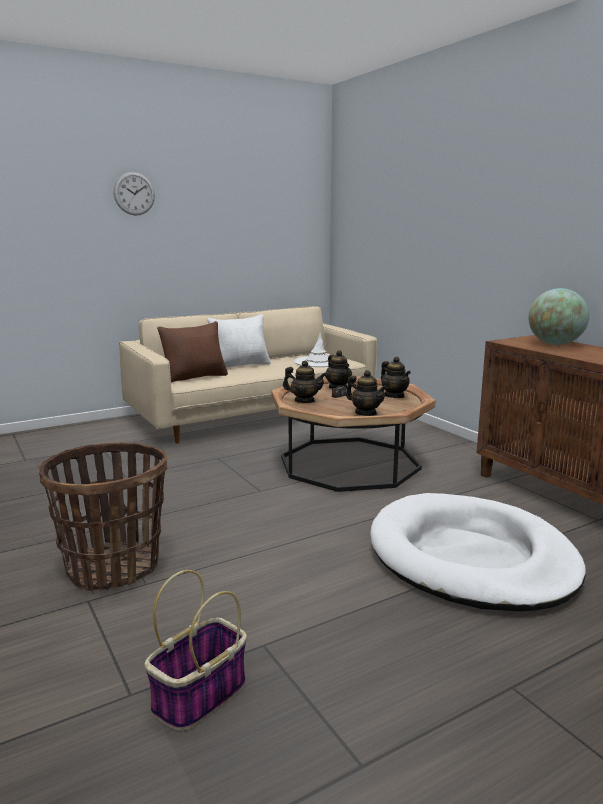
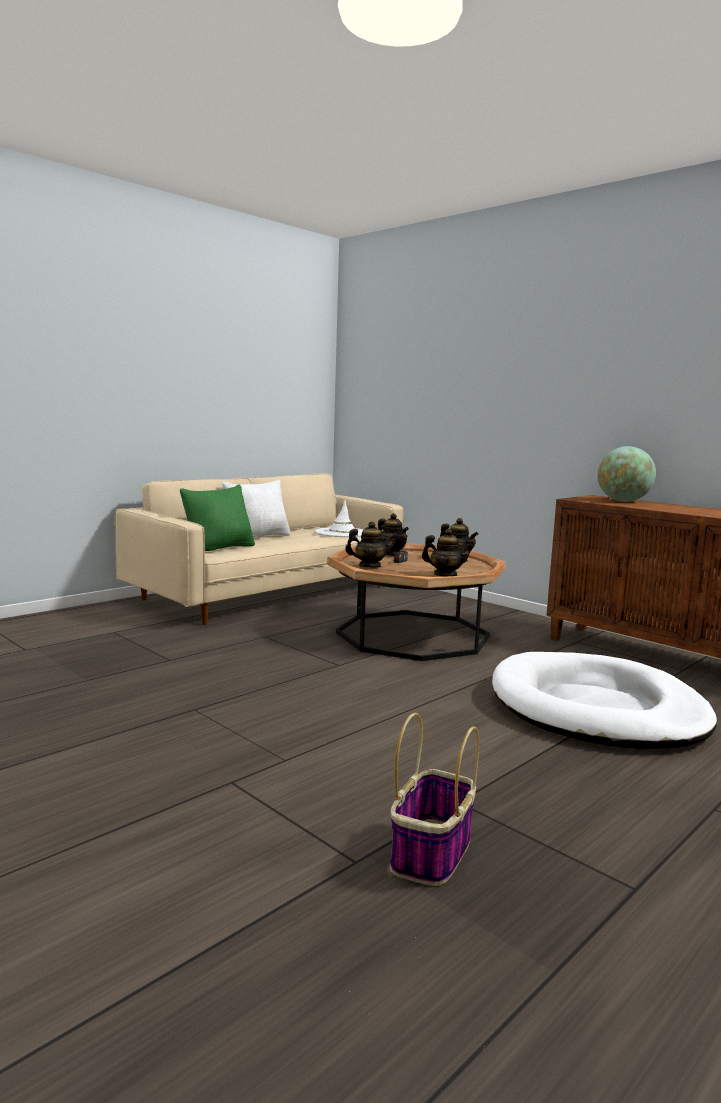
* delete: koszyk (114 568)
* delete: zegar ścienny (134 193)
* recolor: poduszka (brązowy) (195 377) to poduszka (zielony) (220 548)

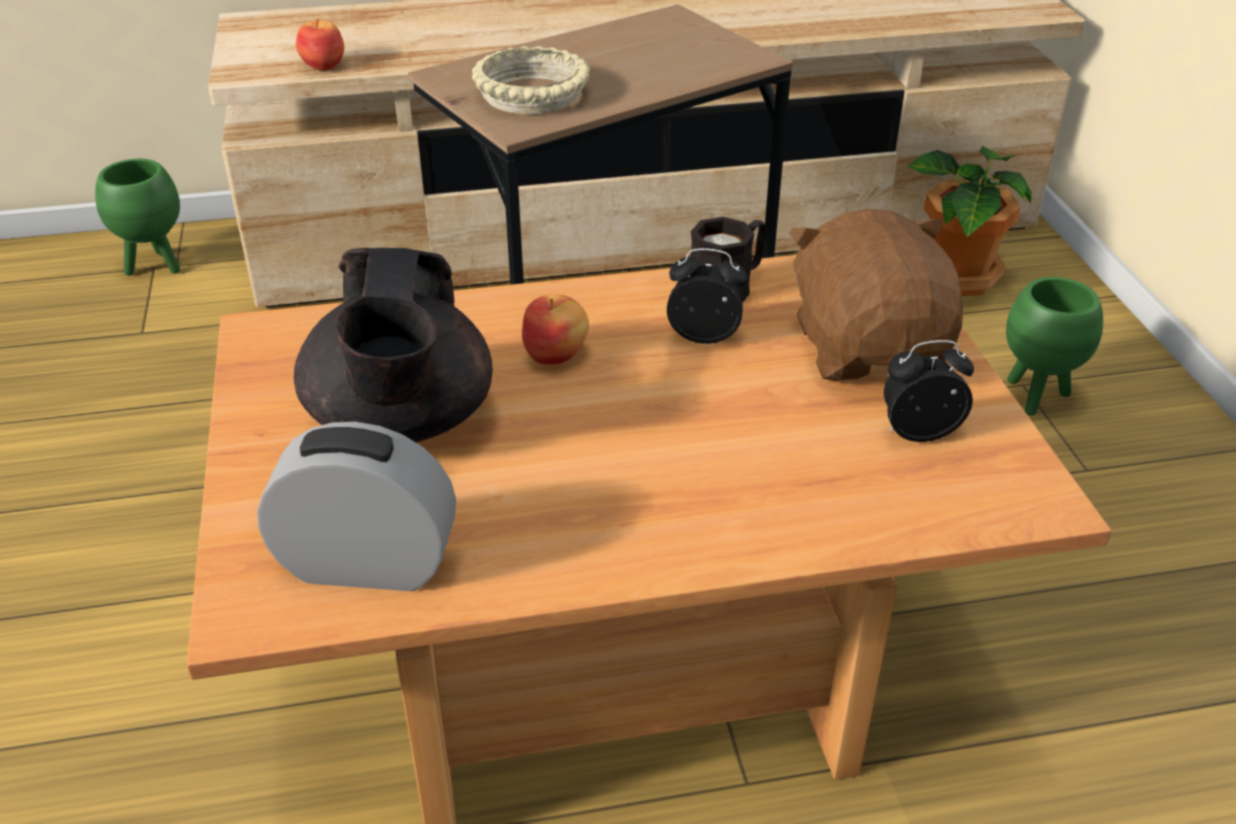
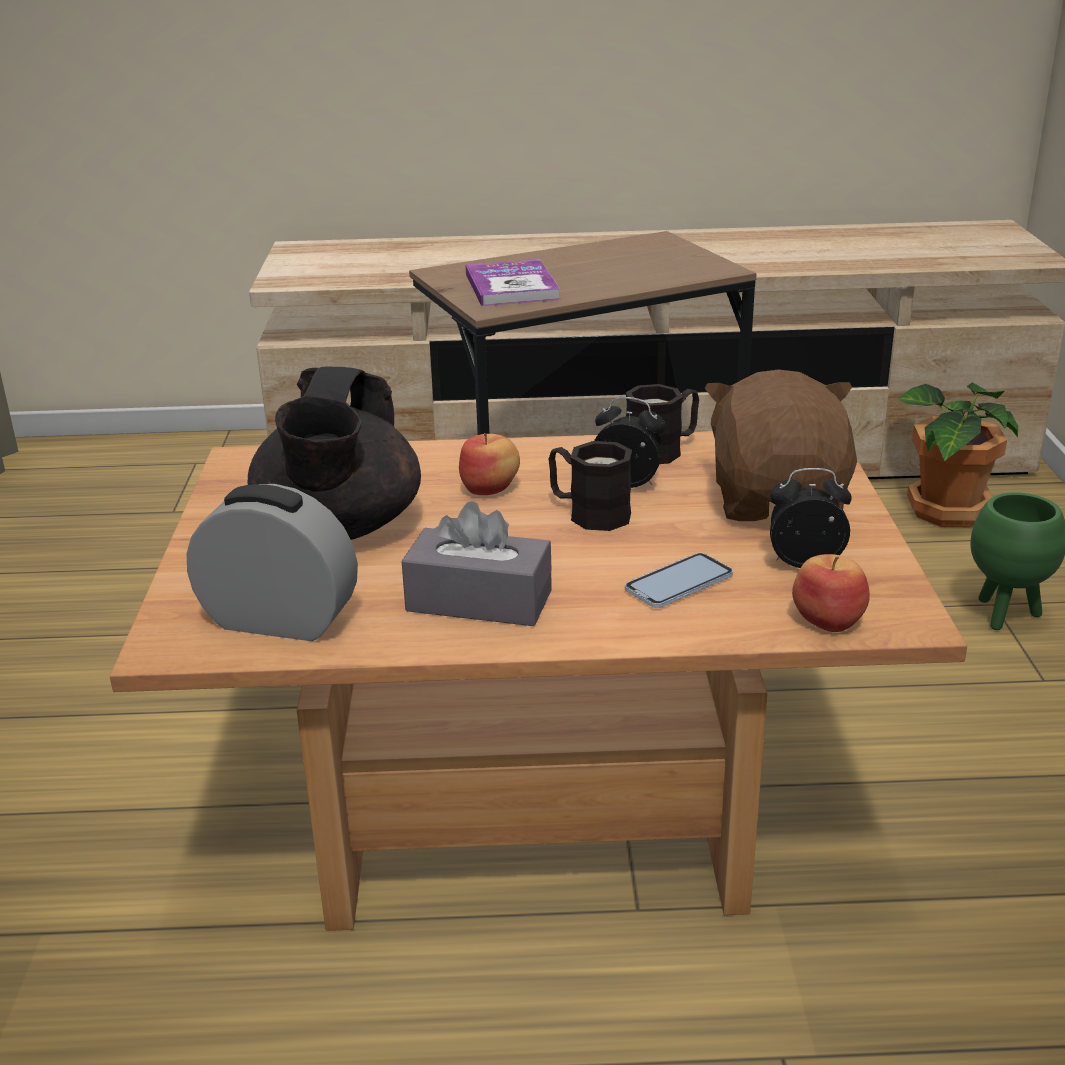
* delete: donica (zielony) (155 267)
* move: jabłko (324 65) to (828 619)
* replace: miska (beżowy) (532 93) to książka (511 286)
* insert: pudełko chusteczek (szary) (479 601)
* insert: kubek (czarny) (588 513)
* insert: telefon (679 583)

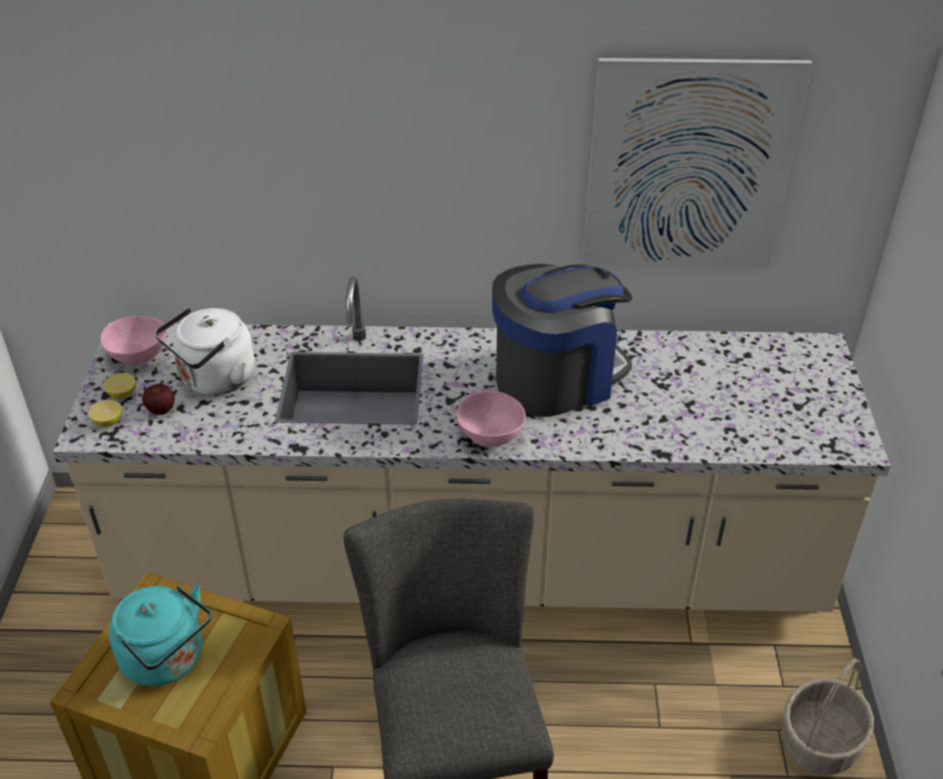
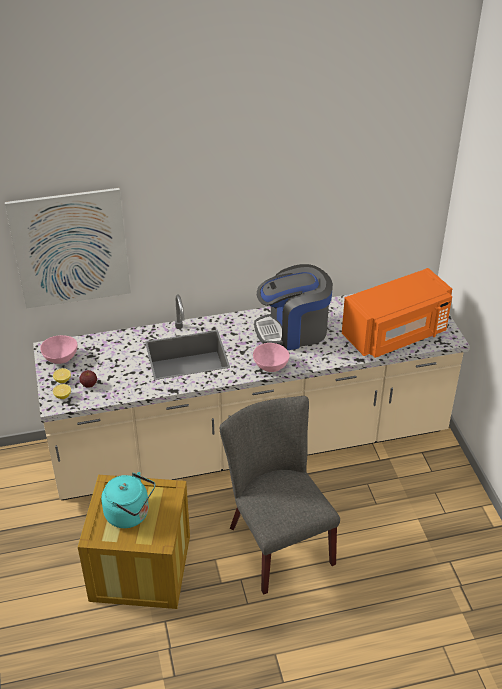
* delete: czajnik (biały) (214 380)
* rotate: ekspres do kawy (557 378) = (293 330) 150 degrees counterclockwise
* move: obraz (688 167) to (71 249)
* delete: koszyk (819 744)
* insert: mikrofalówka (pomarańczowy) (396 334)

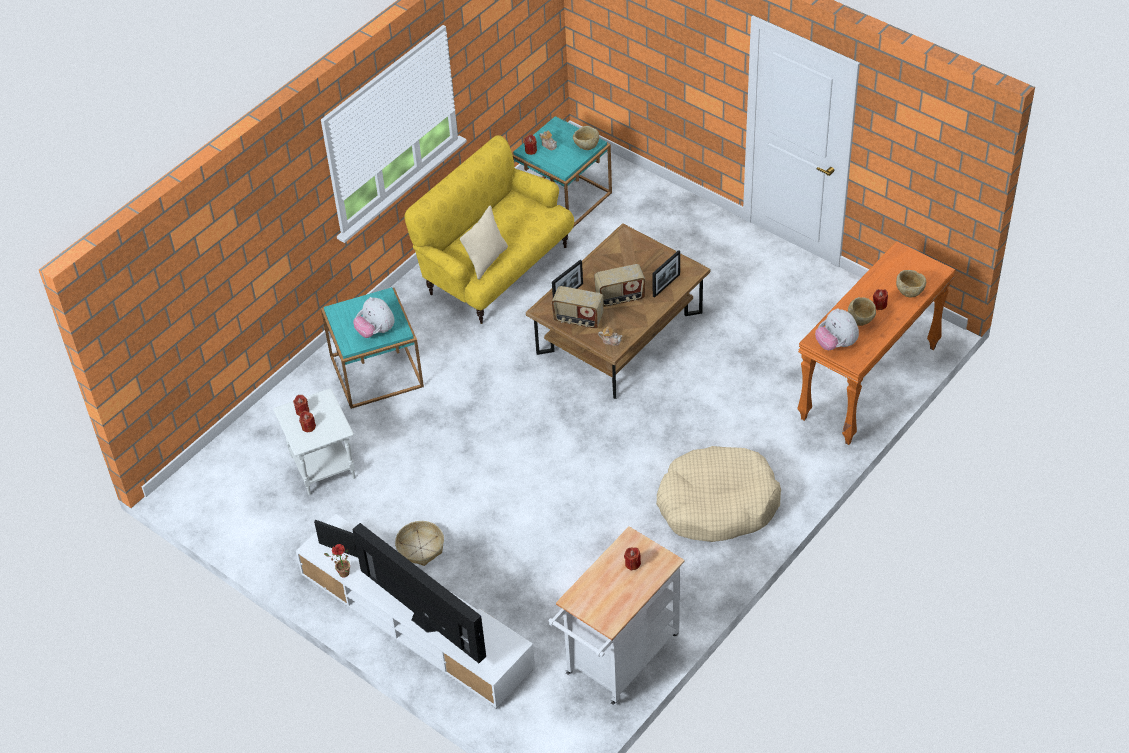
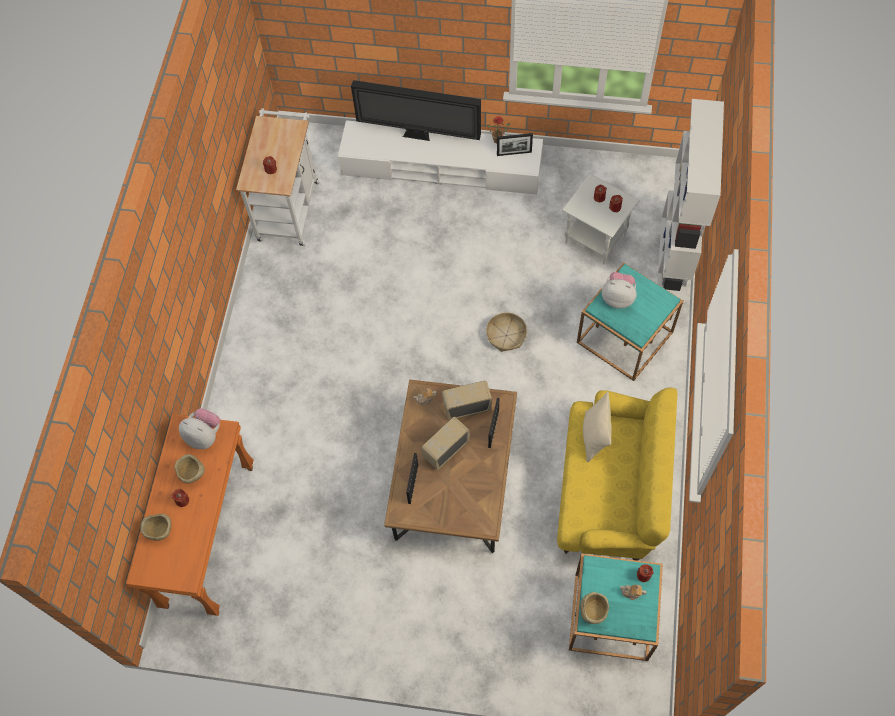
* move: koszyk (420 548) to (506 335)
* delete: legowisko (beżowy) (717 504)
* insert: regał (biały) (673 259)

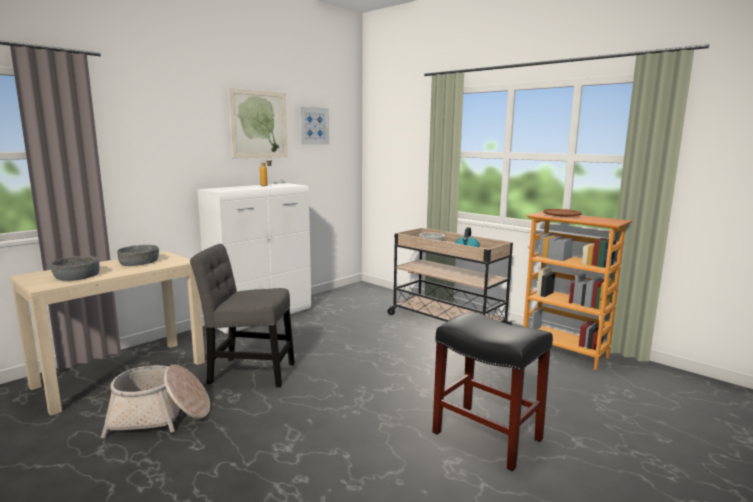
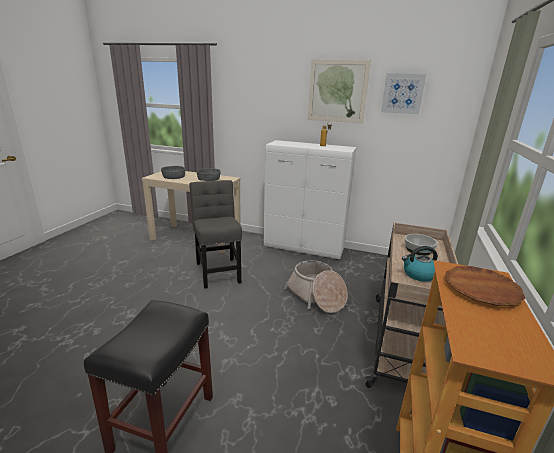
* move: koszyk (160 416) to (316 296)

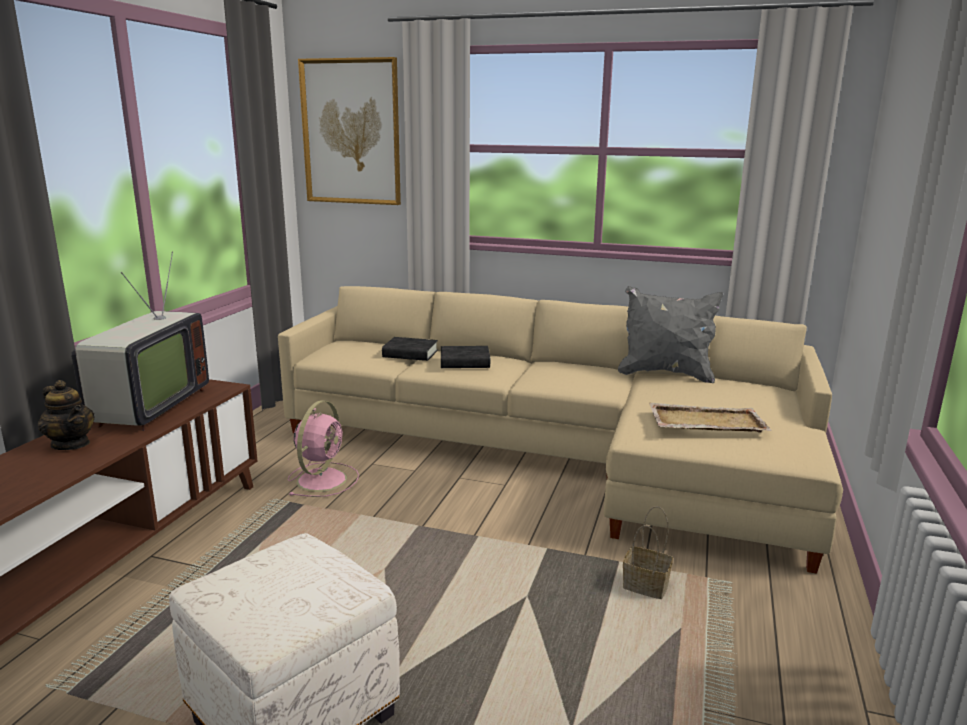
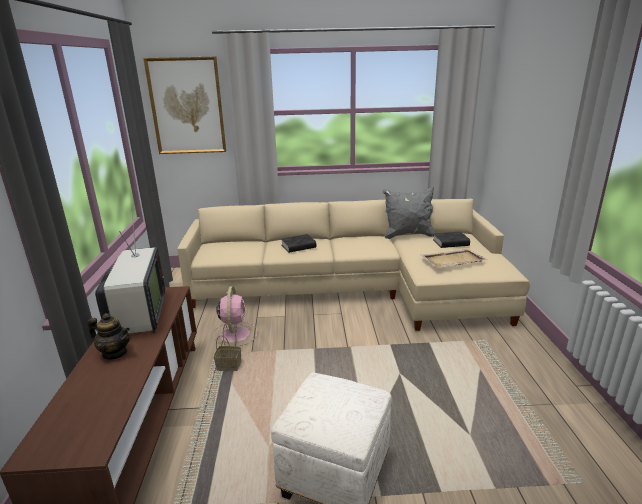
* move: książka (czarny) (410 354) to (450 243)
* move: koszyk (647 586) to (230 365)

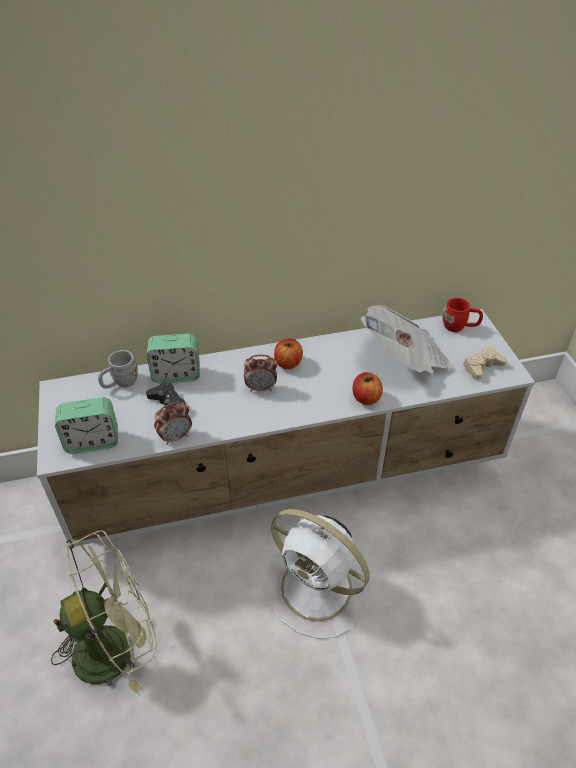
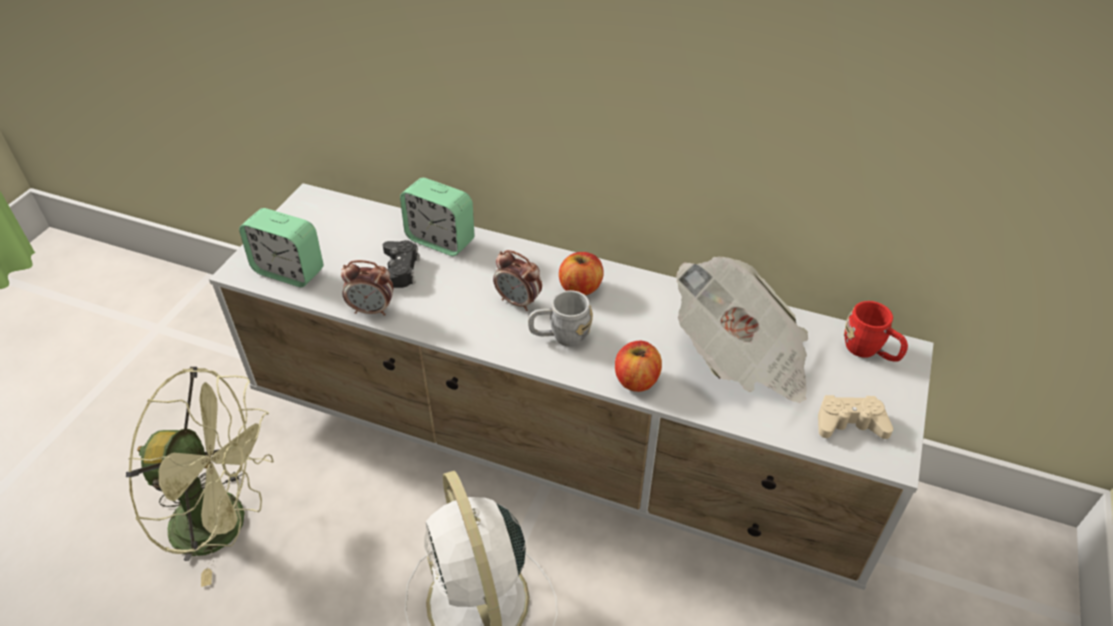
* move: kubek (szary) (120 383) to (560 336)

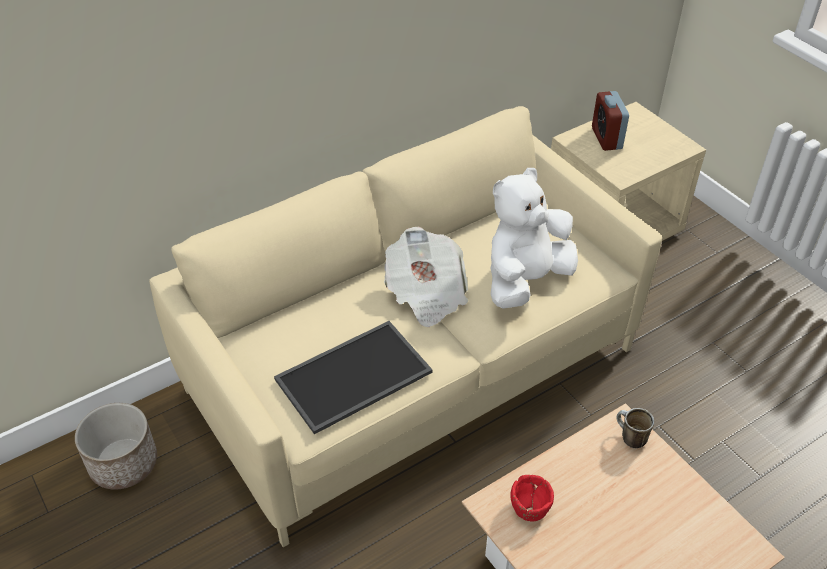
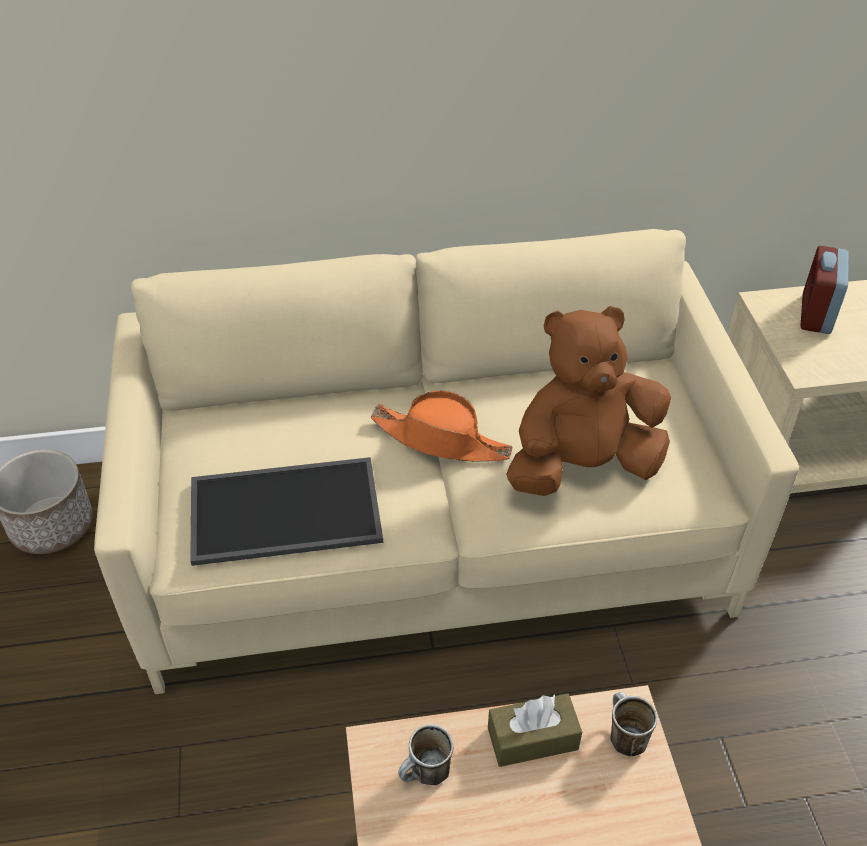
* replace: gazeta (426 294) to kapelusz (pomarańczowy) (441 440)
* recolor: pluszak (biały) (525 280) to pluszak (brązowy) (582 466)
* replace: miska (czerwony) (529 509) to kubek (426 776)
* insert: pudełko chusteczek (brązowy) (532 738)

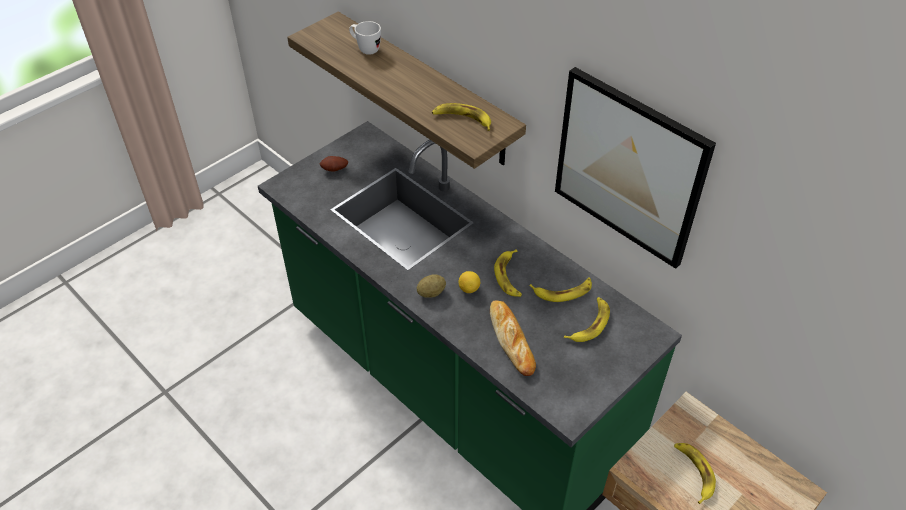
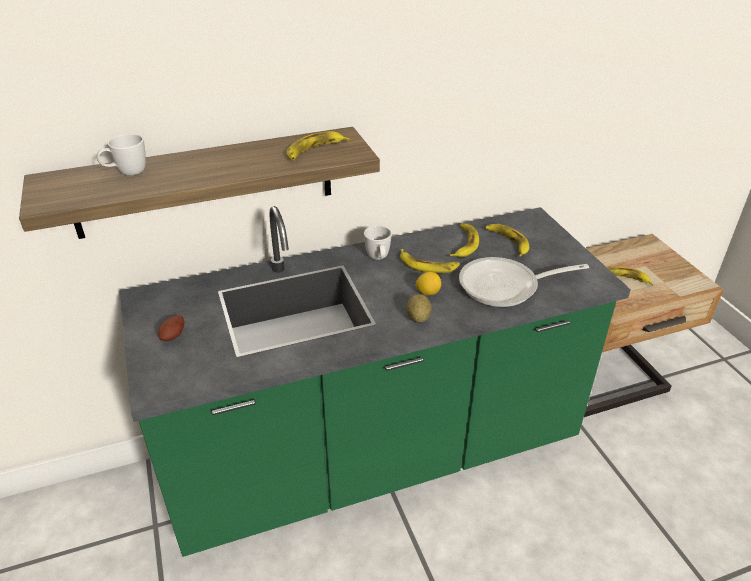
* replace: chleb (511 340) to patelnia (505 287)
* delete: obraz (629 167)
* insert: kubek (biały) (378 259)

